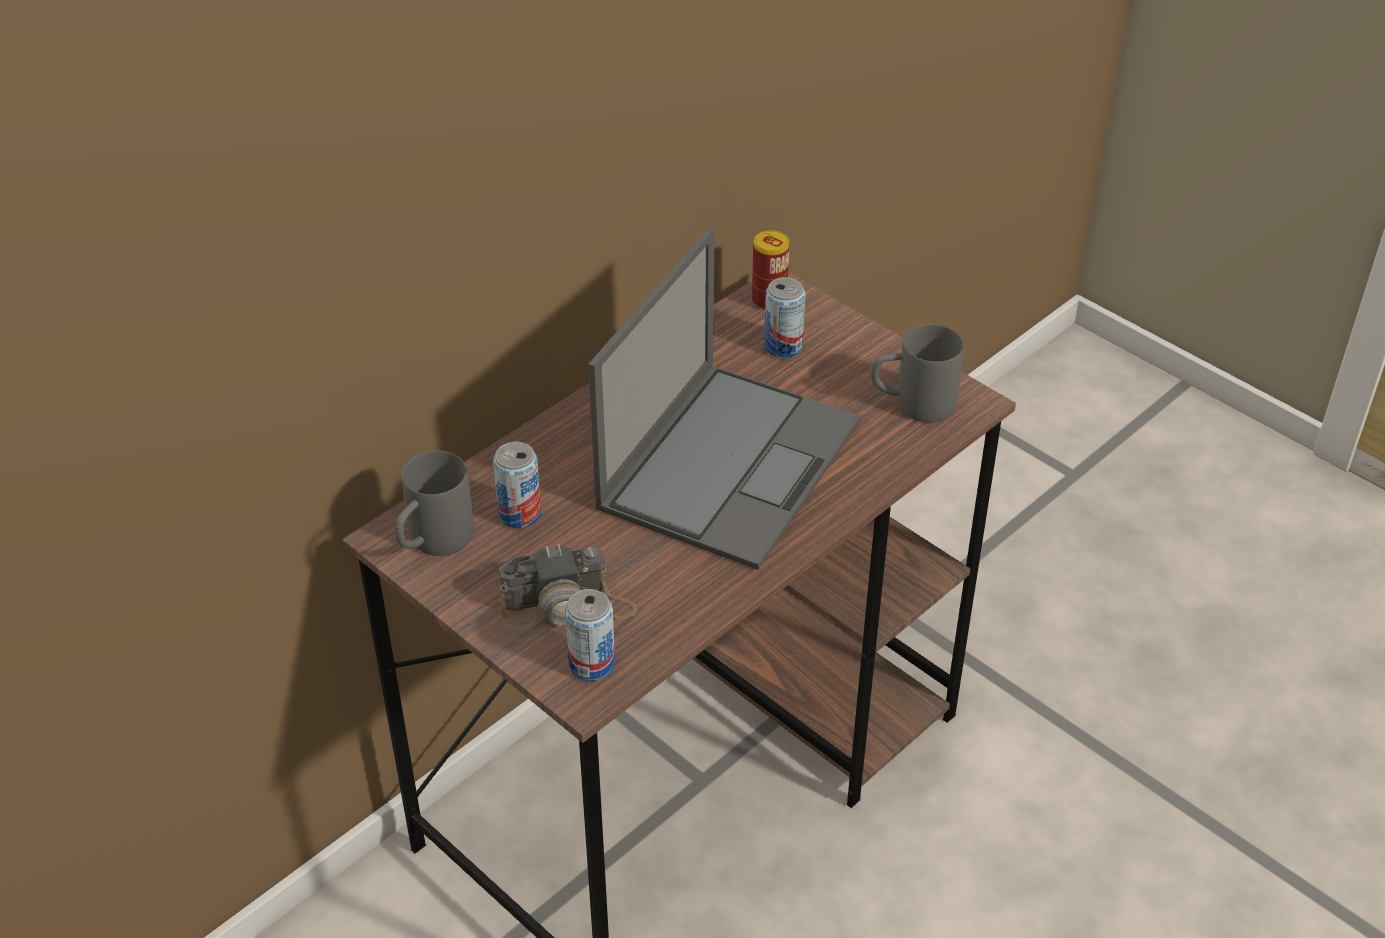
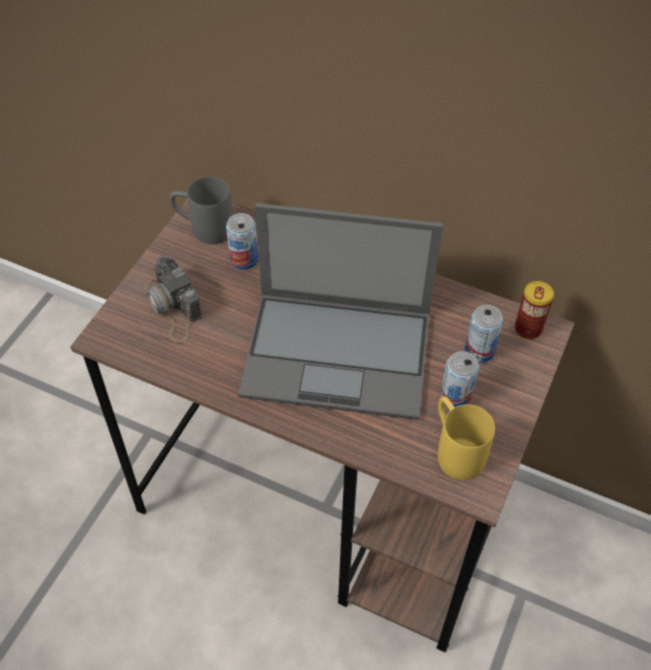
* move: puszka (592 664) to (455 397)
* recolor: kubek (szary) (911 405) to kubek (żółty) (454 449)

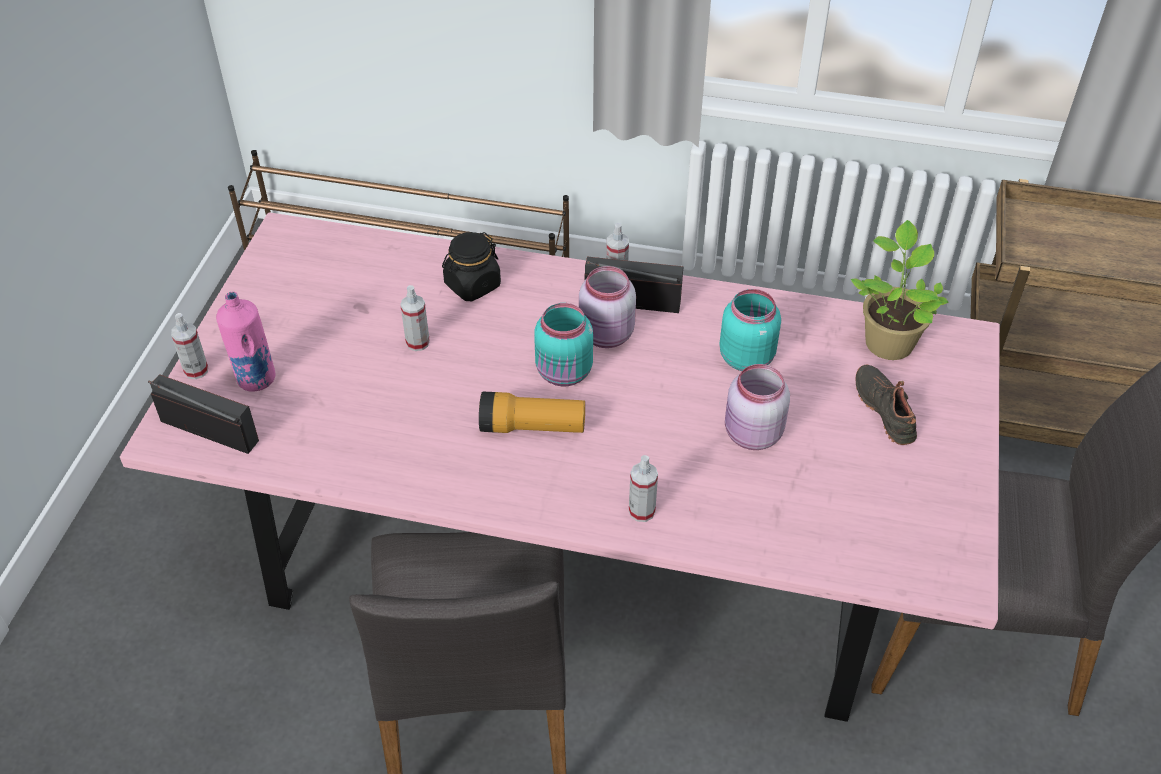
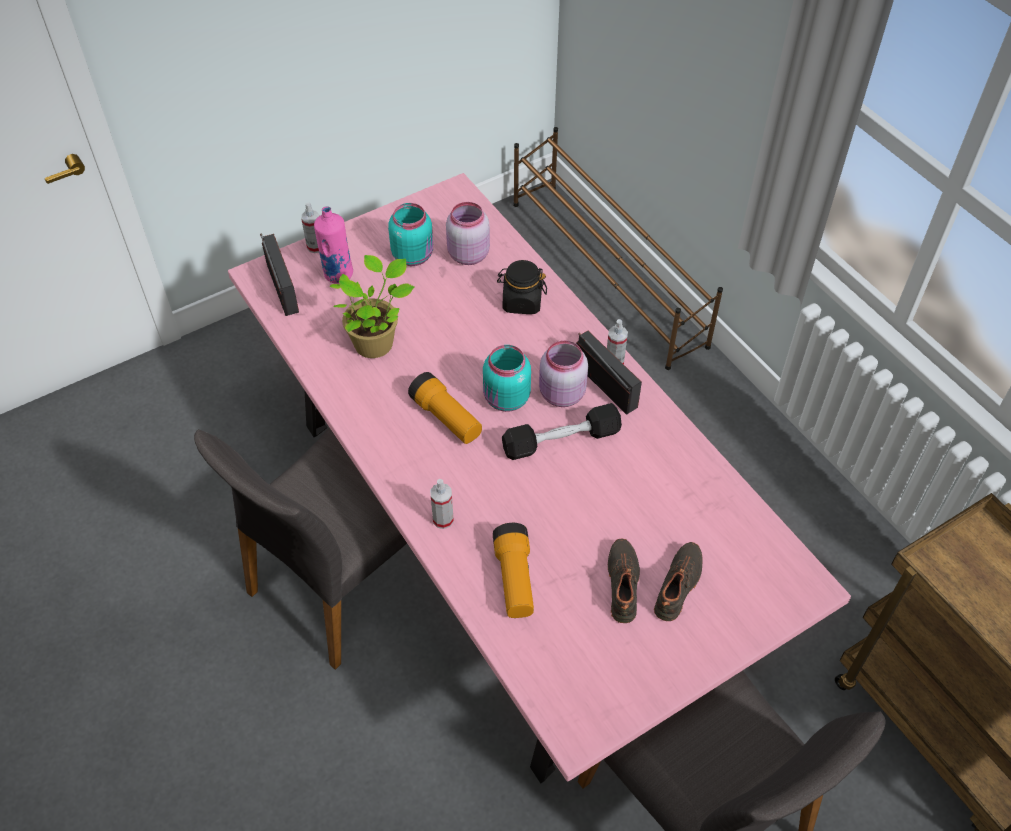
* delete: spryskiwacz (417 342)
* move: słoik (turkusowy) (746 356) to (414 255)
* move: słoik (różowy) (751 435) to (467 254)
* move: roślina doniczkowa (888 341) to (376 342)
* insert: latarka (514 579)
* insert: hantel (czarny) (561 440)
* insert: but (czarny) (624 585)

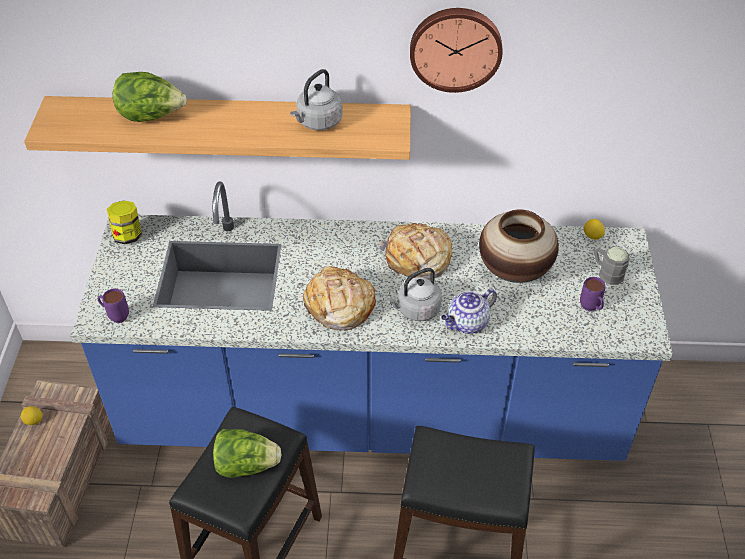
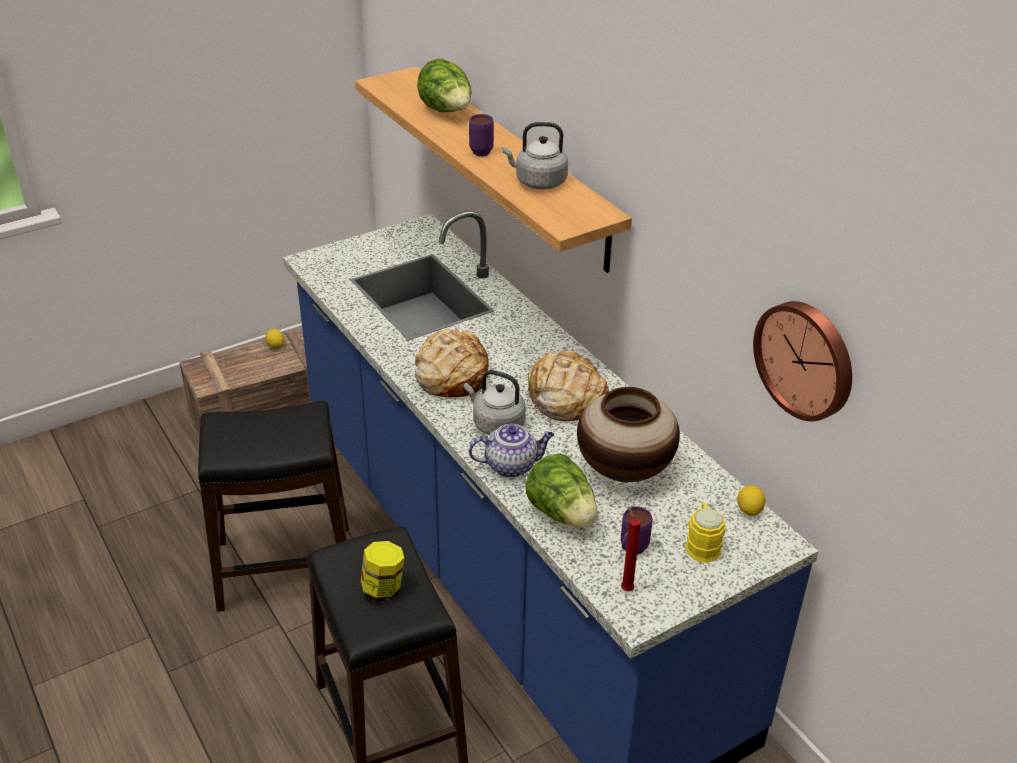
* move: kubek (fioletowy) (115 316) to (480 150)
* move: słoik (128 236) to (383 589)
* move: sałata (246 465) to (562 513)
* move: zegar ścienny (455 48) to (806 359)
* rotate: imbryk (467 324) = (512 465) 150 degrees clockwise
* recolor: kubek (szary) (606 273) to kubek (żółty) (702 544)
* insert: świeca (czerwony) (625 588)

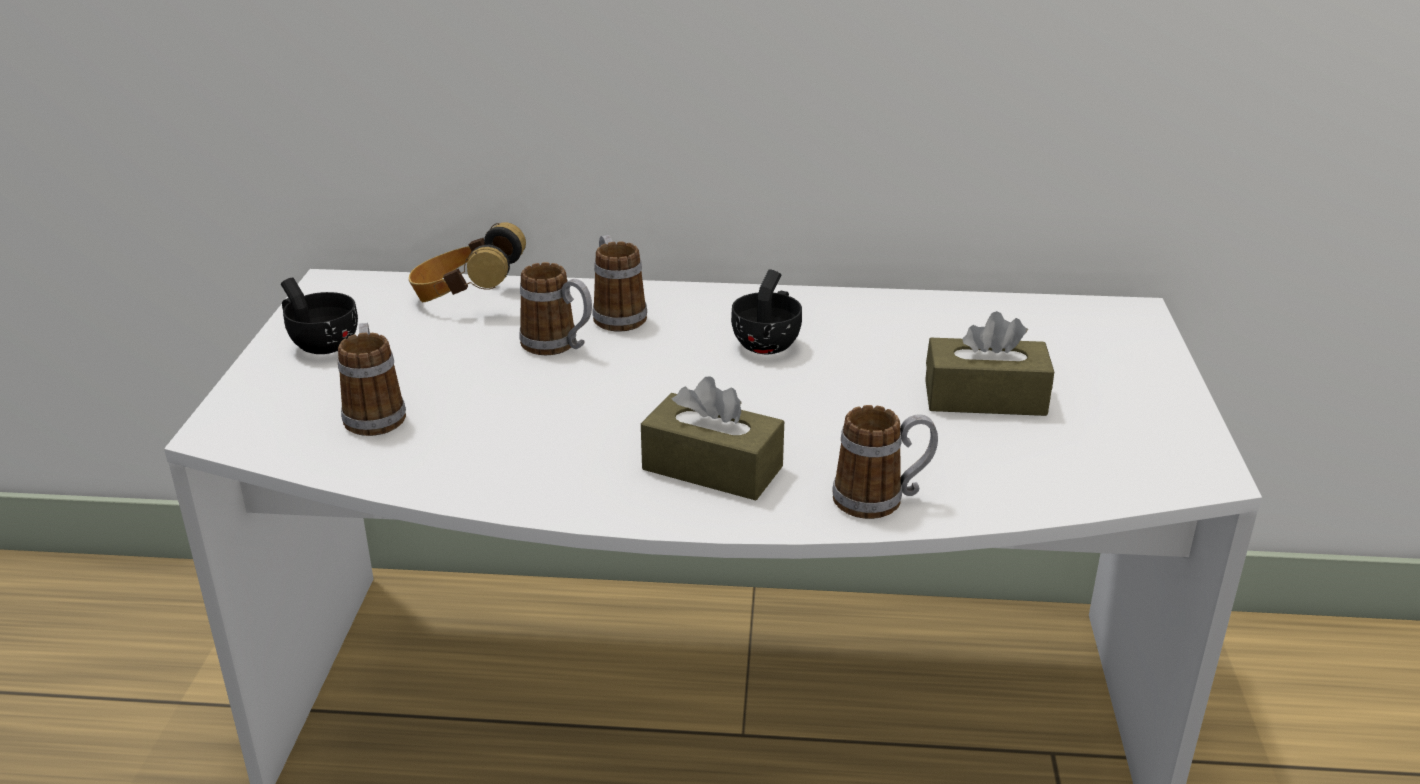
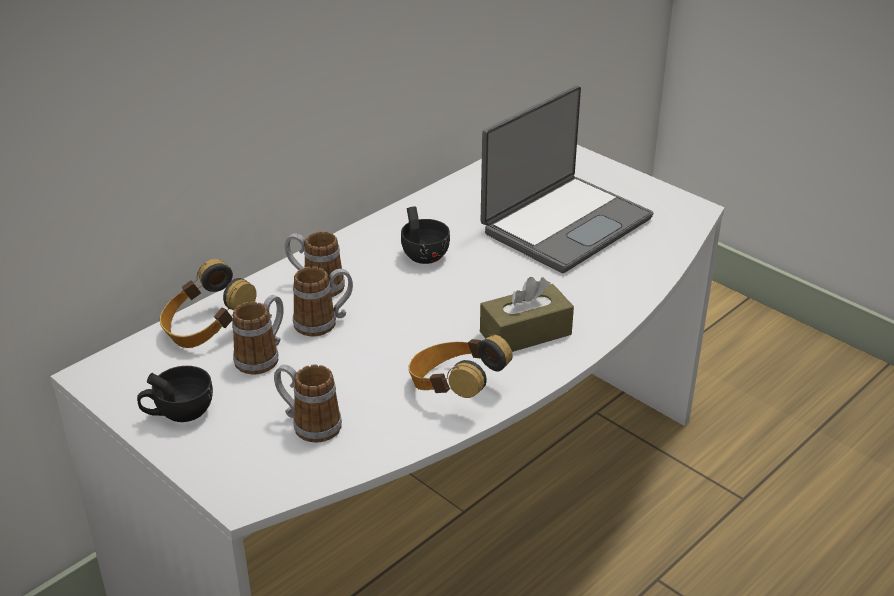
* move: kubek (881 499) to (263 356)
* replace: pudełko chusteczek (brązowy) (985 398) to laptop (564 224)
* insert: słuchawki (454 389)

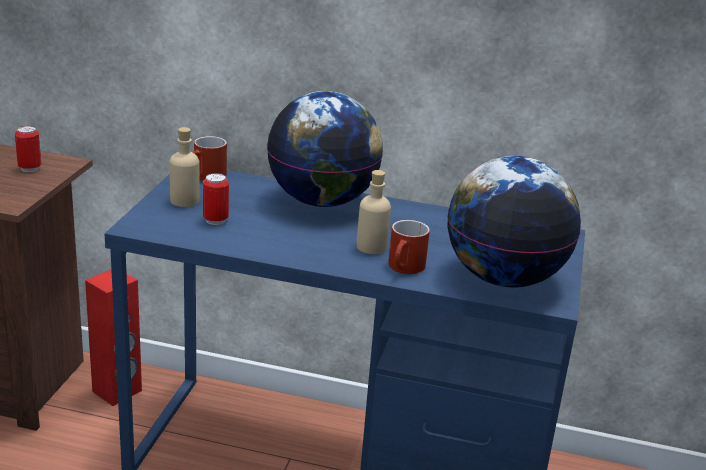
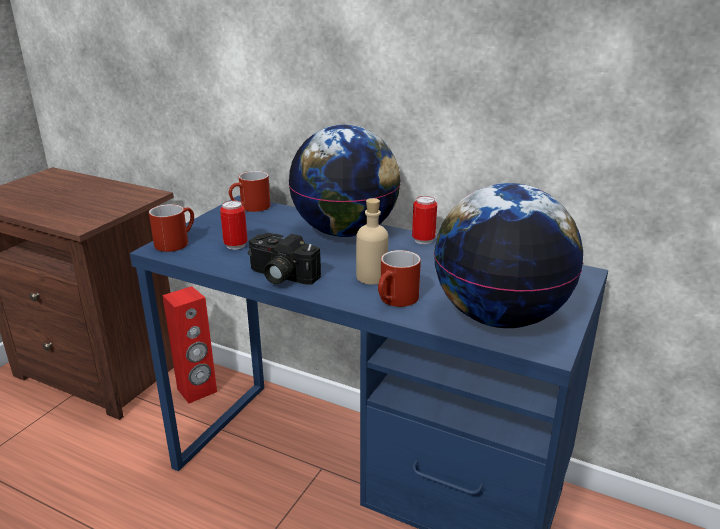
* move: puszka (29 168) to (423 240)
* delete: butelka (beżowy) (184 201)
* insert: kubek (czerwony) (176 242)
* insert: aparat fotograficzny (280 276)

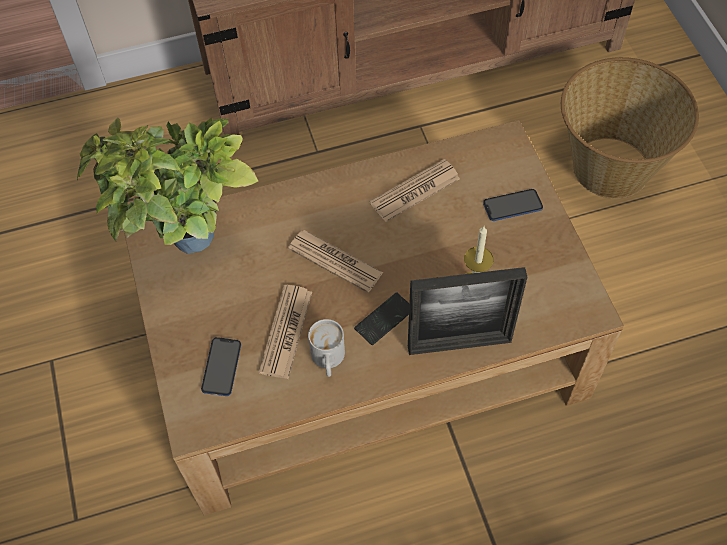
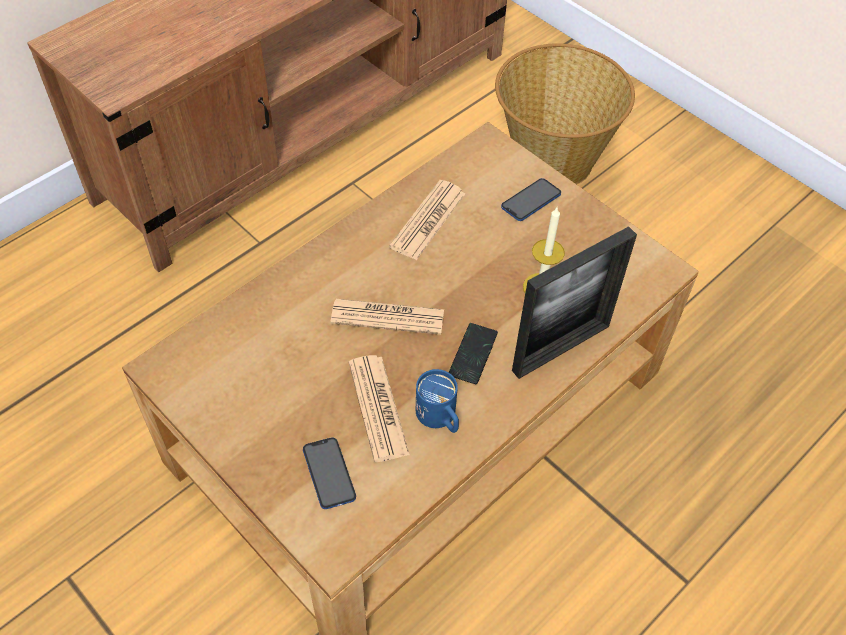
* delete: roślina doniczkowa (186 247)
* recolor: kubek (biały) (328 360) to kubek (niebieski) (440 418)

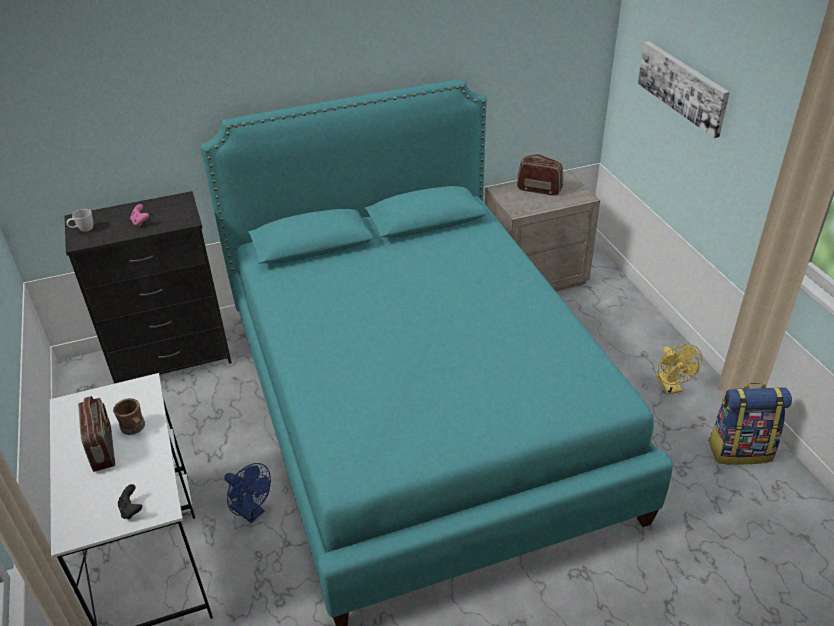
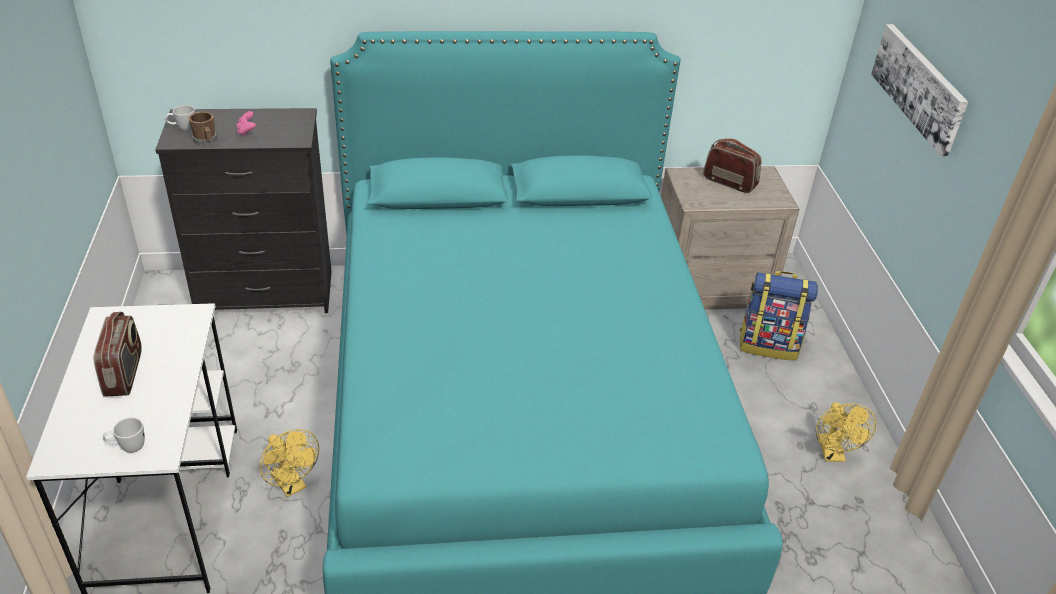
* move: kubek (brązowy) (134 428) to (206 141)
* replace: pad do gier (czarny) (131 510) to kubek (biały) (127 448)
* recolor: wentylator (niebieski) (251 512) to wentylator (żółty) (292 485)
* move: plecak (739 450) to (769 345)

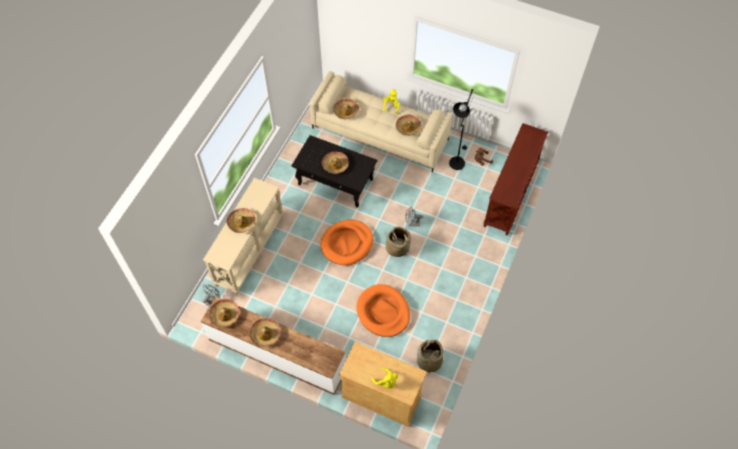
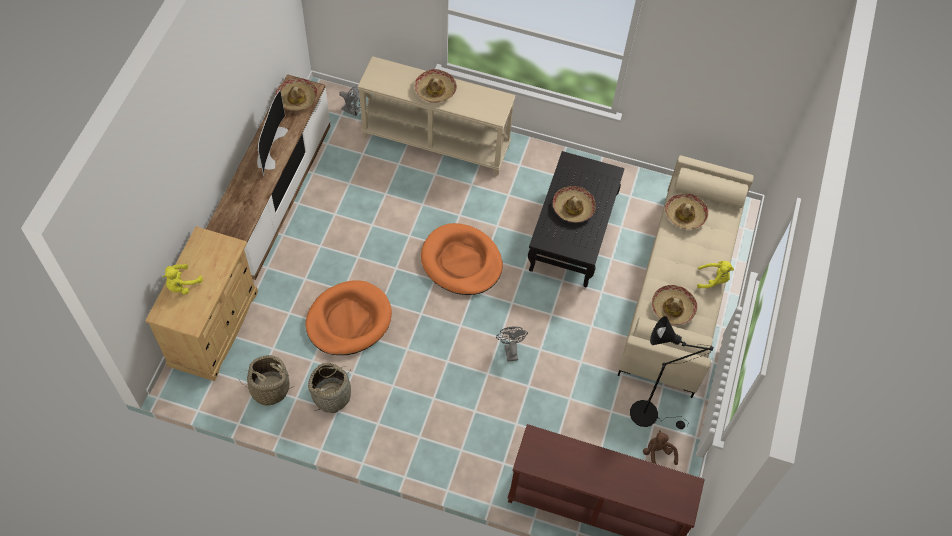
* replace: kapelusz (265 334) to telewizor (270 146)
* move: koszyk (397 247) to (332 395)

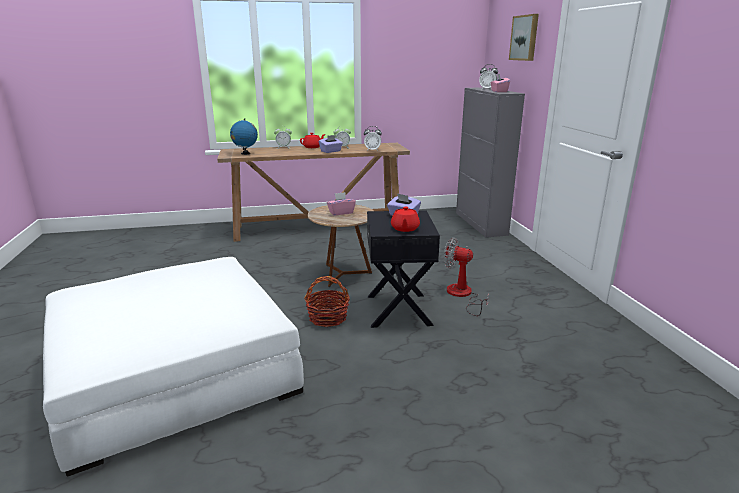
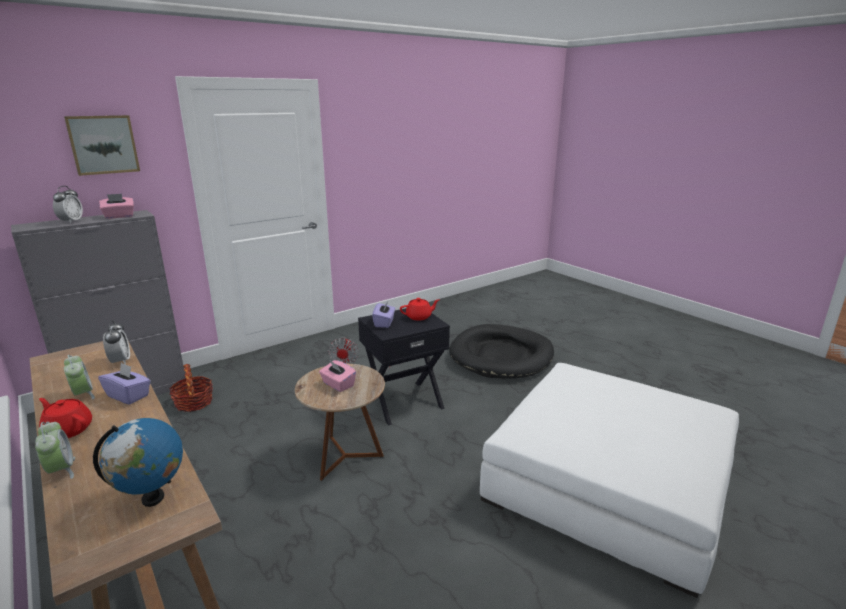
* move: koszyk (328 318) to (194 402)
* insert: legowisko (czarny) (501 355)

